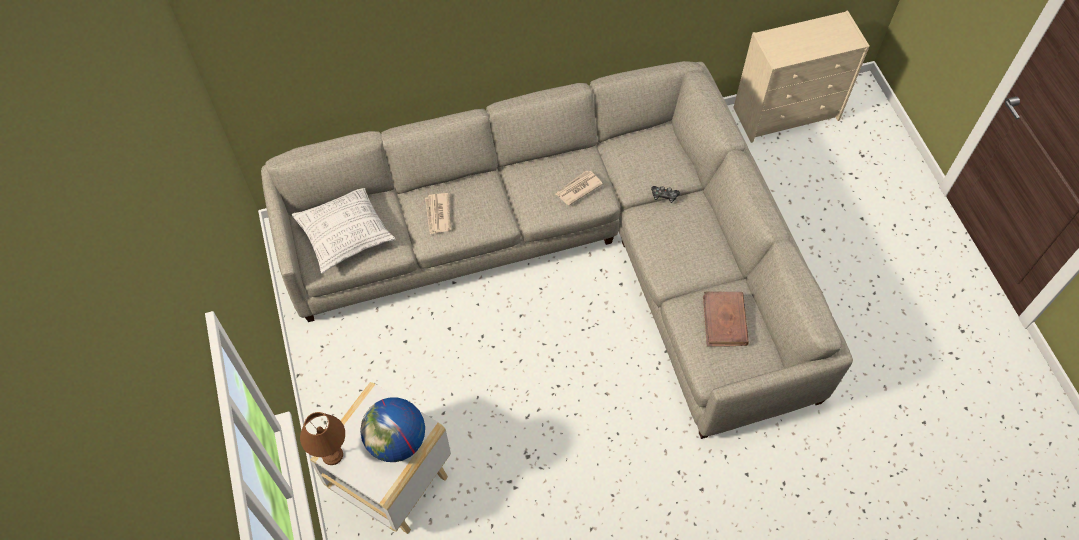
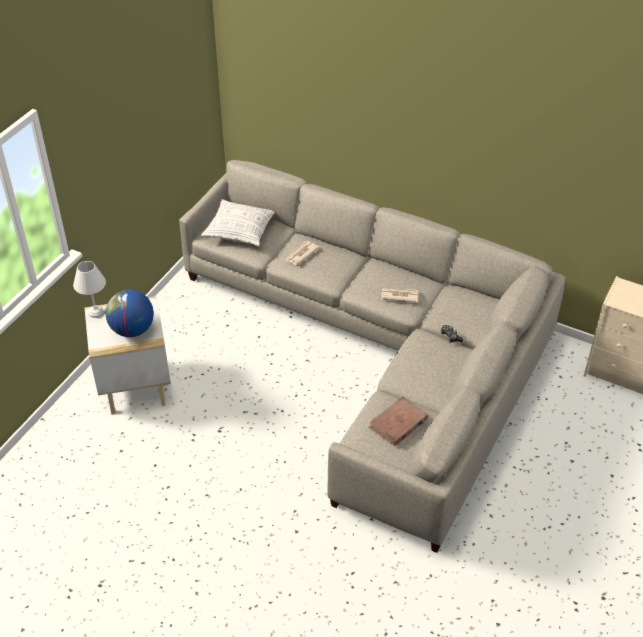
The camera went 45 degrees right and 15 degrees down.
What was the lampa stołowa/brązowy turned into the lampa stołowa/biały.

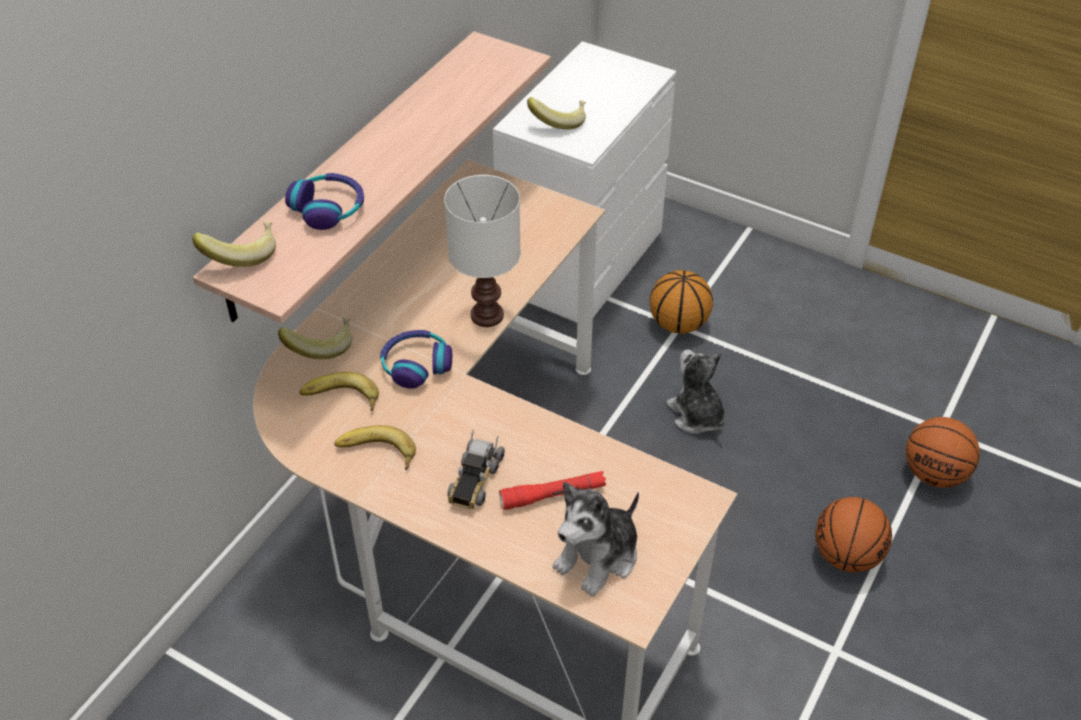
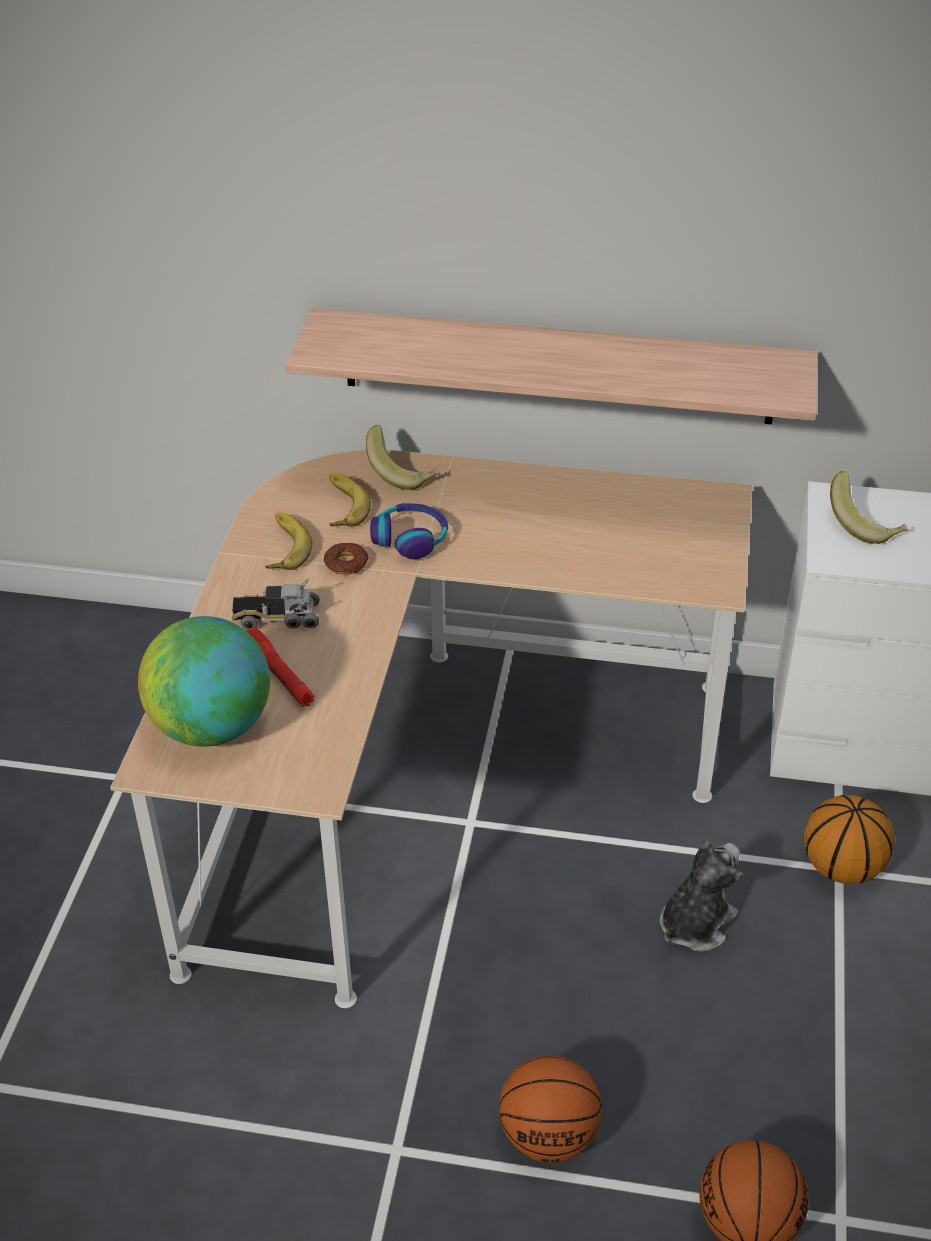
The camera went 70 degrees right and 5 degrees down.
The second view lost the słuchawki (no. 1 from left).
The second view lost the lampa stołowa/biały.
The second view lost the banan (no. 1 from left).
Where the pluszak (no. 1 from left) stood, the globus came to stand.
The second view gained the donut.

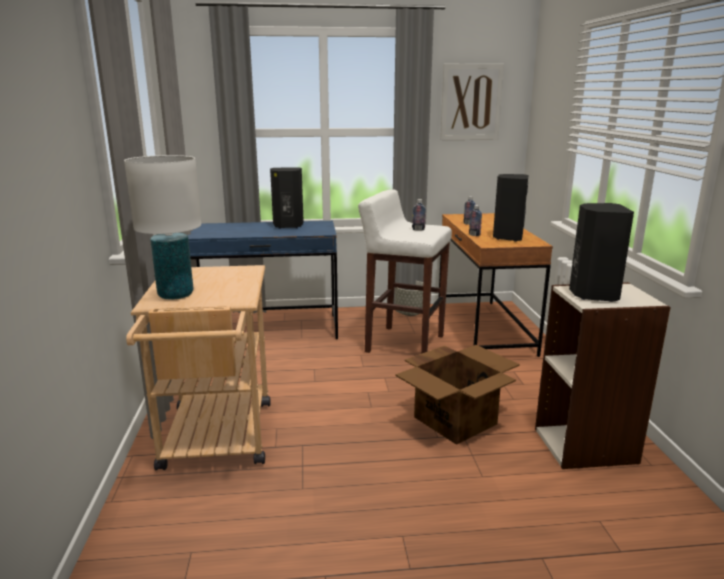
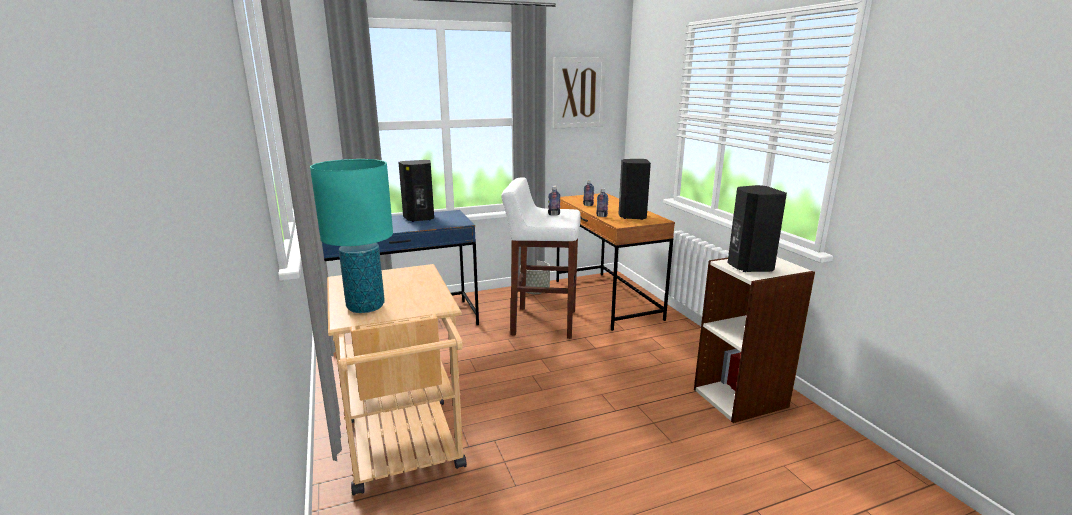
The camera went 15 degrees left and 0 degrees up.
What was the lampa stołowa/biały turned into the lampa stołowa/turkusowy.
The second view lost the karton.

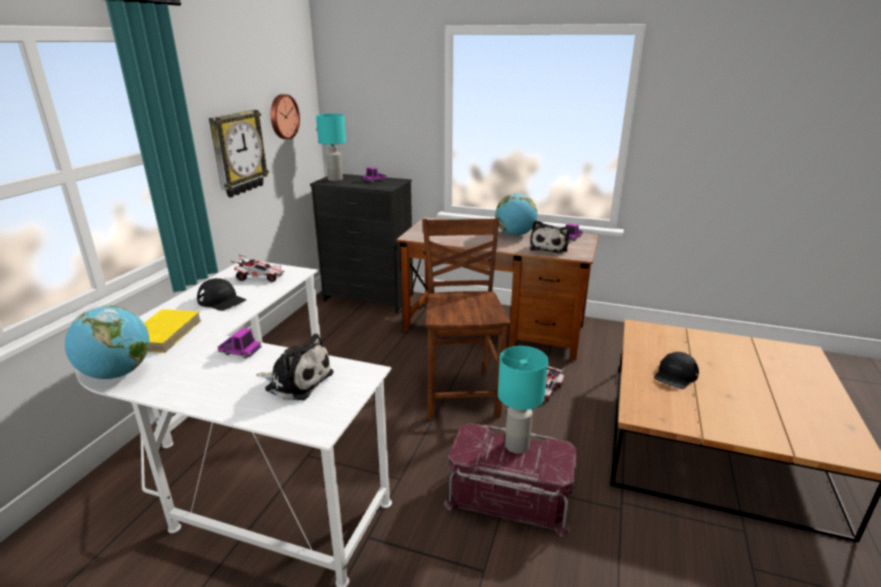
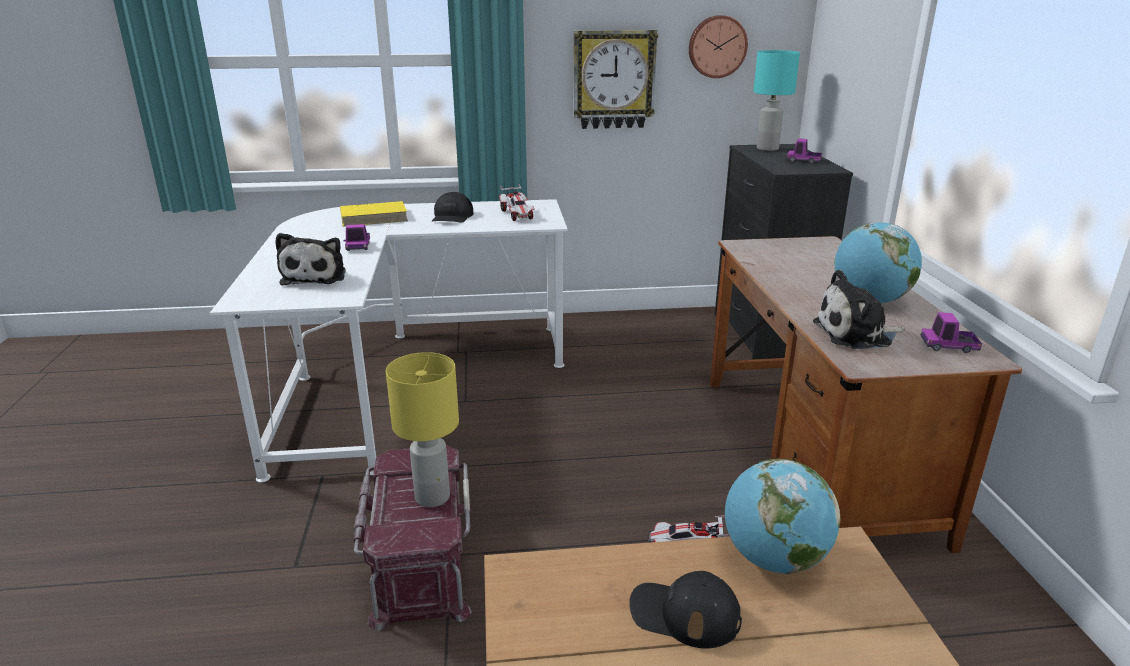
The camera went 65 degrees right and 0 degrees up.
The second view lost the krzesło/brązowy.
The globus (no. 1 from left) ended up elsewhere.
What was the lampa stołowa/turkusowy (no. 2 from left) turned into the lampa stołowa/żółty.

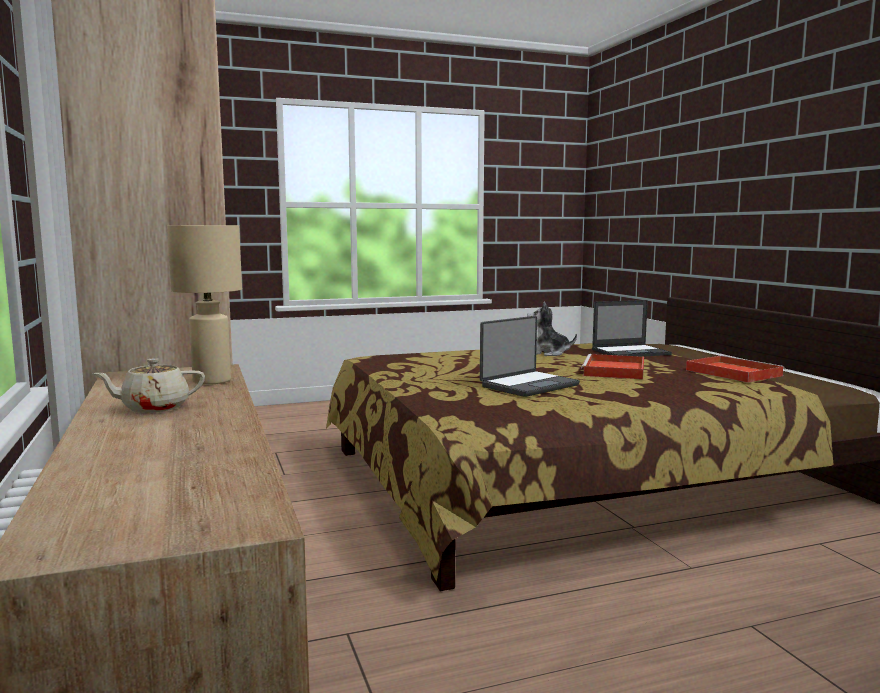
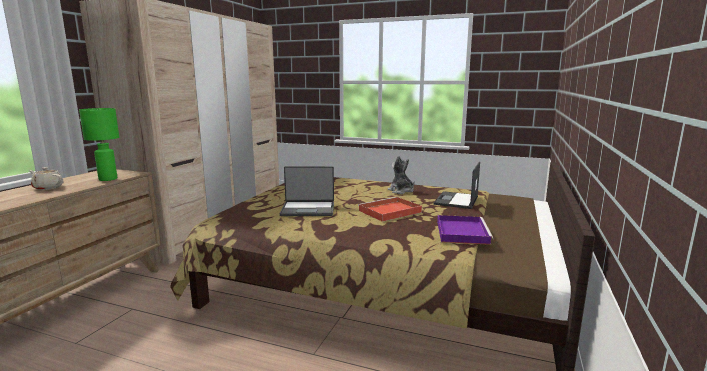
The camera went 40 degrees right and 5 degrees up.
What was the lampa stołowa/beżowy turned into the lampa stołowa/zielony.
The laptop (no. 2 from left) ended up facing another way, 90 degrees clockwise from before.
What was the taca/czerwony (no. 2 from left) turned into the taca/fioletowy.

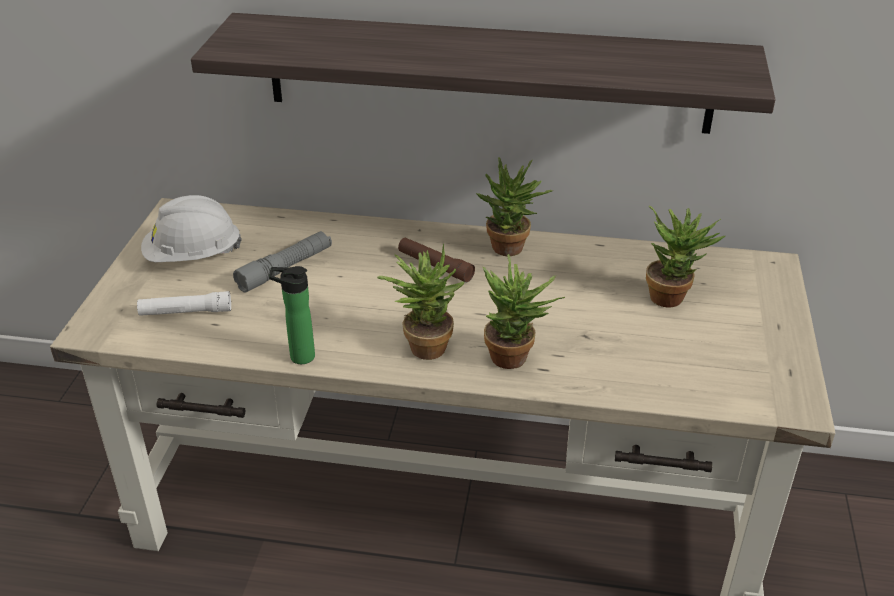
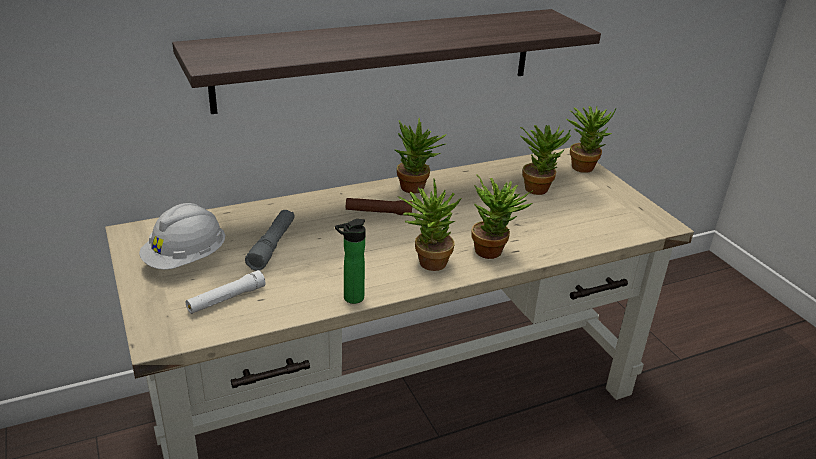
The camera went 35 degrees left and 5 degrees down.
The second view gained the roślina doniczkowa (no. 5 from left).

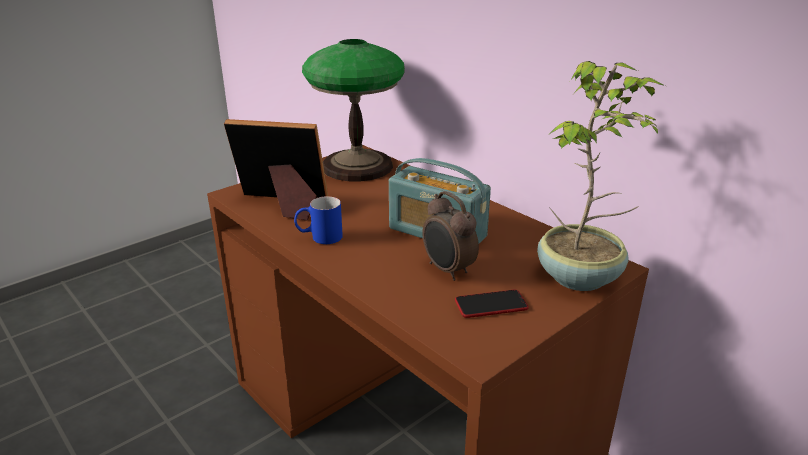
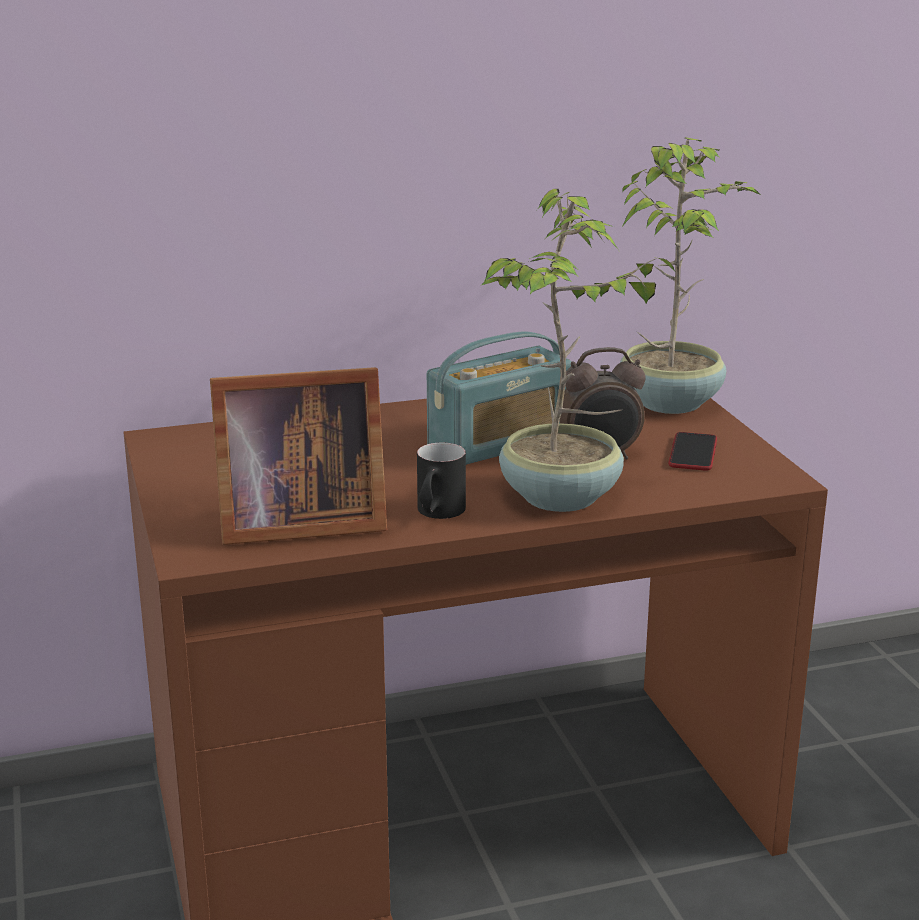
The camera went 65 degrees left and 5 degrees down.
The second view lost the lampa stołowa.
The ramka na zdjęcie ended up facing another way, 135 degrees counterclockwise from before.
What was the kubek/niebieski turned into the kubek/czarny.
The second view gained the roślina doniczkowa (no. 1 from left).

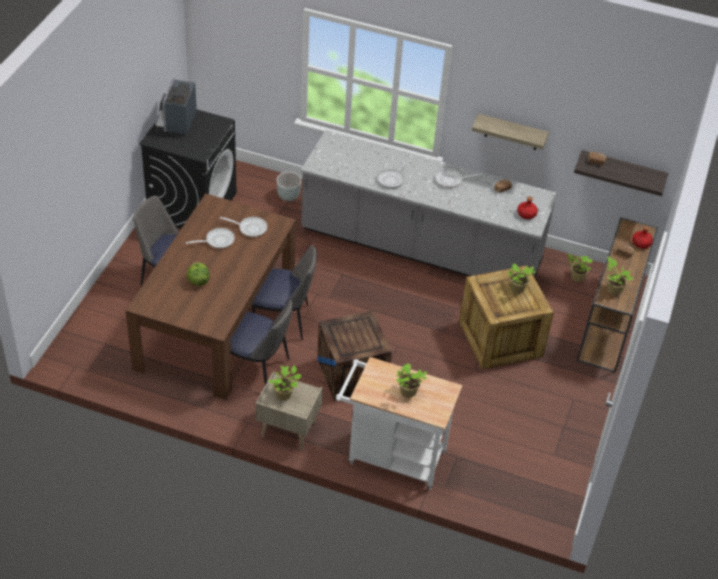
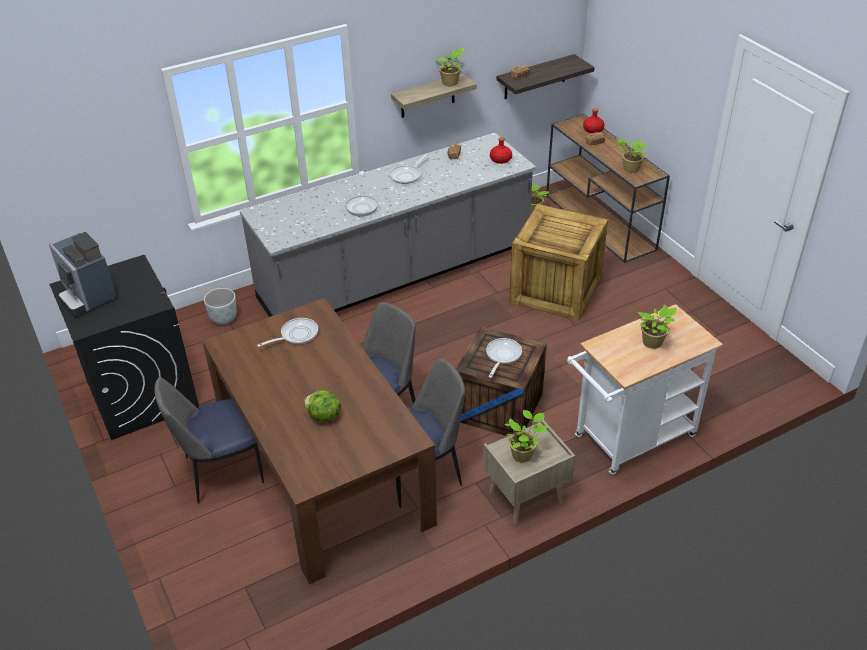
The camera went 45 degrees left and 5 degrees down.
The patelnia (no. 1 from left in the first image) ended up elsewhere.
The roślina doniczkowa (no. 3 from left in the first image) ended up elsewhere.

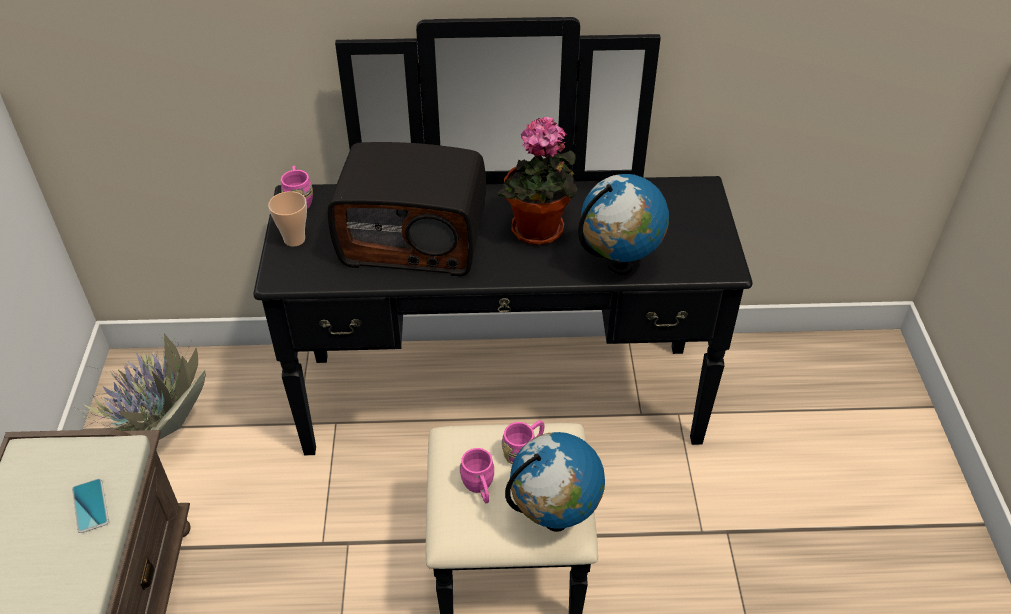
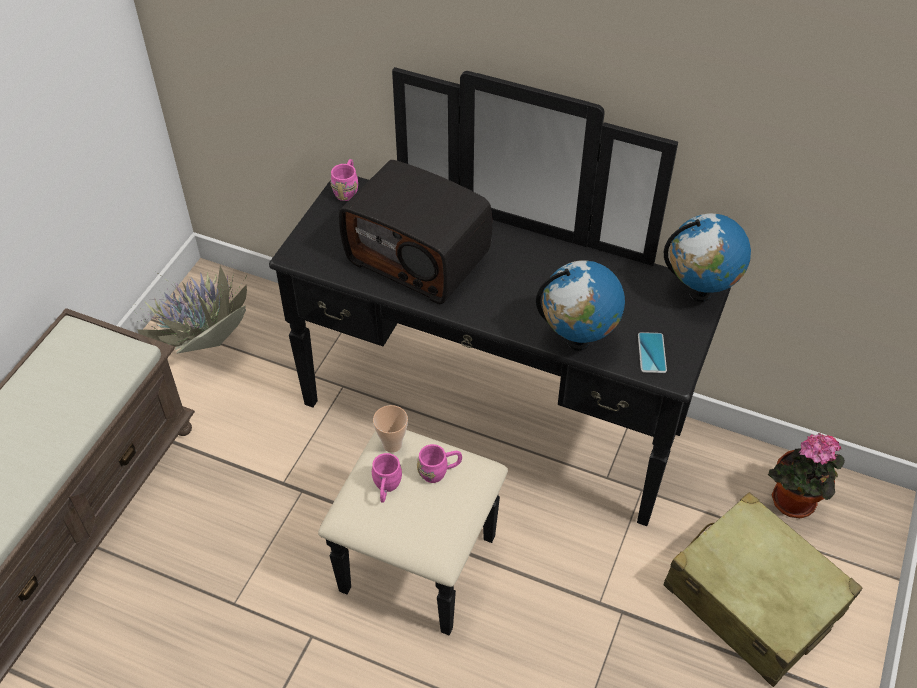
The camera went 25 degrees right and 5 degrees up.
The roślina doniczkowa (no. 2 from left) ended up elsewhere.
The filiżanka ended up elsewhere.
The globus (no. 1 from left in the first image) ended up elsewhere.
The telefon ended up elsewhere.
The second view gained the walizka/beżowy.

